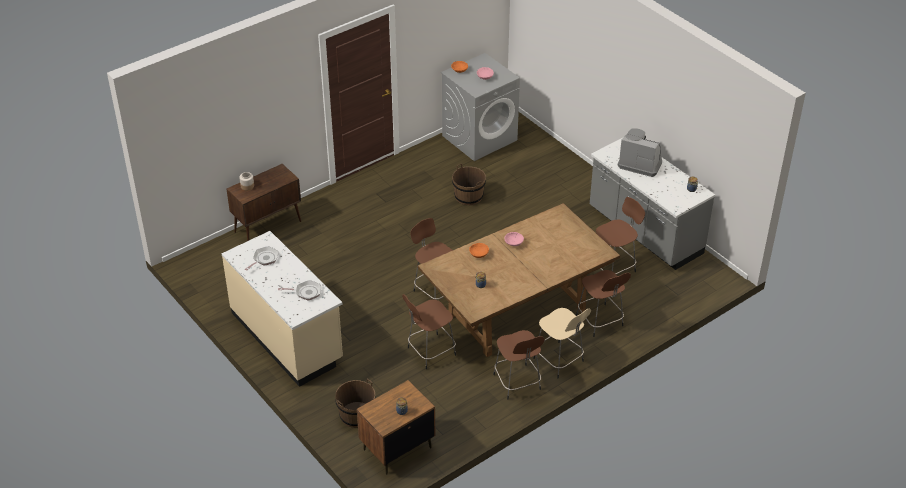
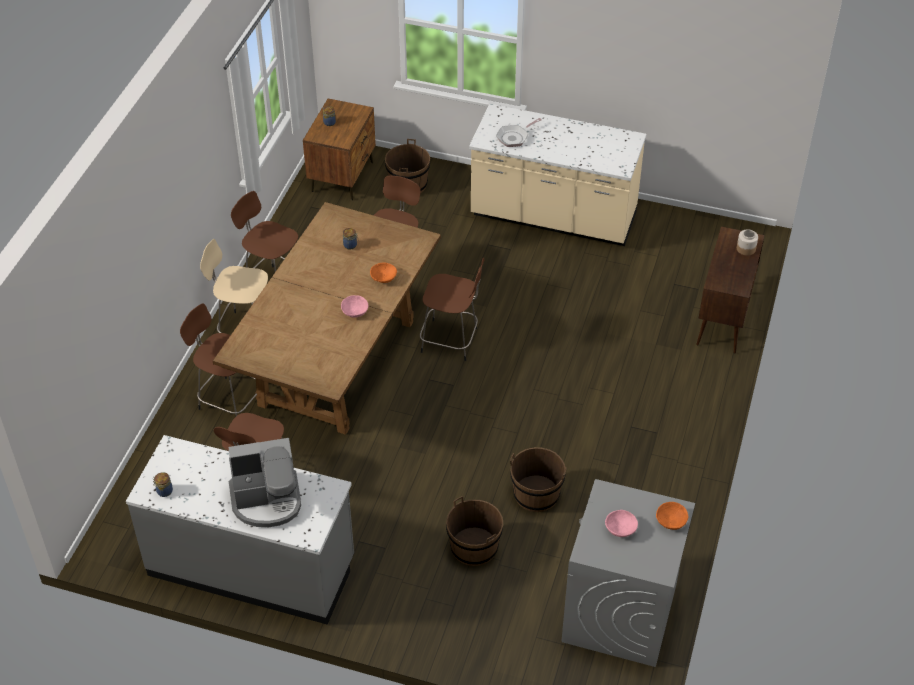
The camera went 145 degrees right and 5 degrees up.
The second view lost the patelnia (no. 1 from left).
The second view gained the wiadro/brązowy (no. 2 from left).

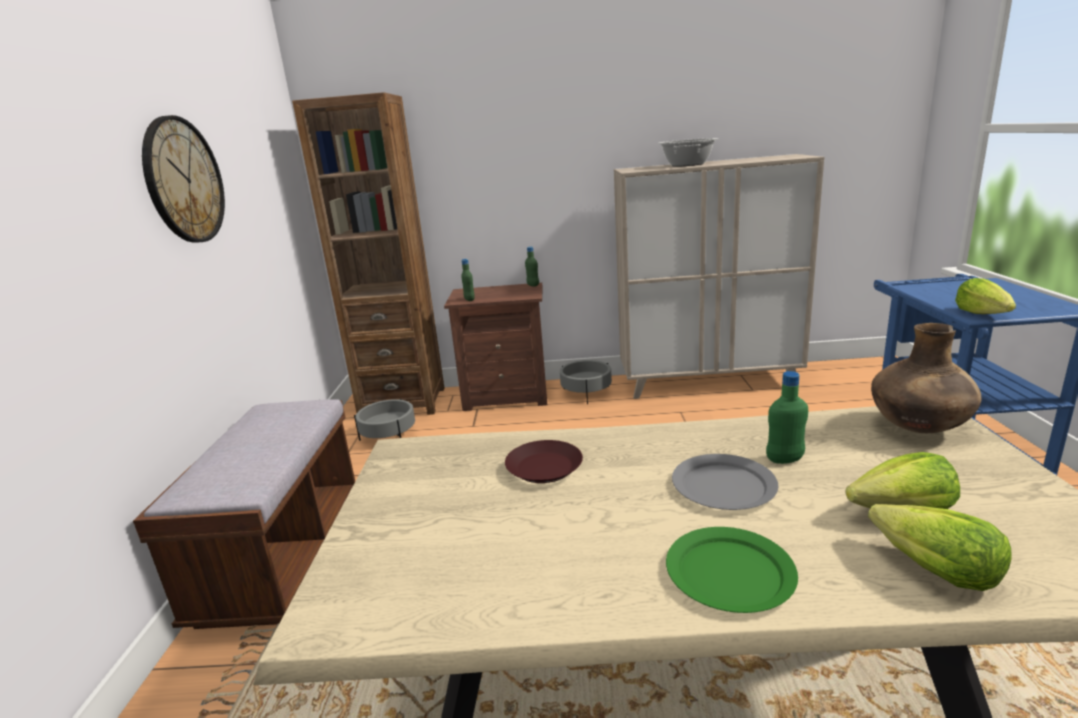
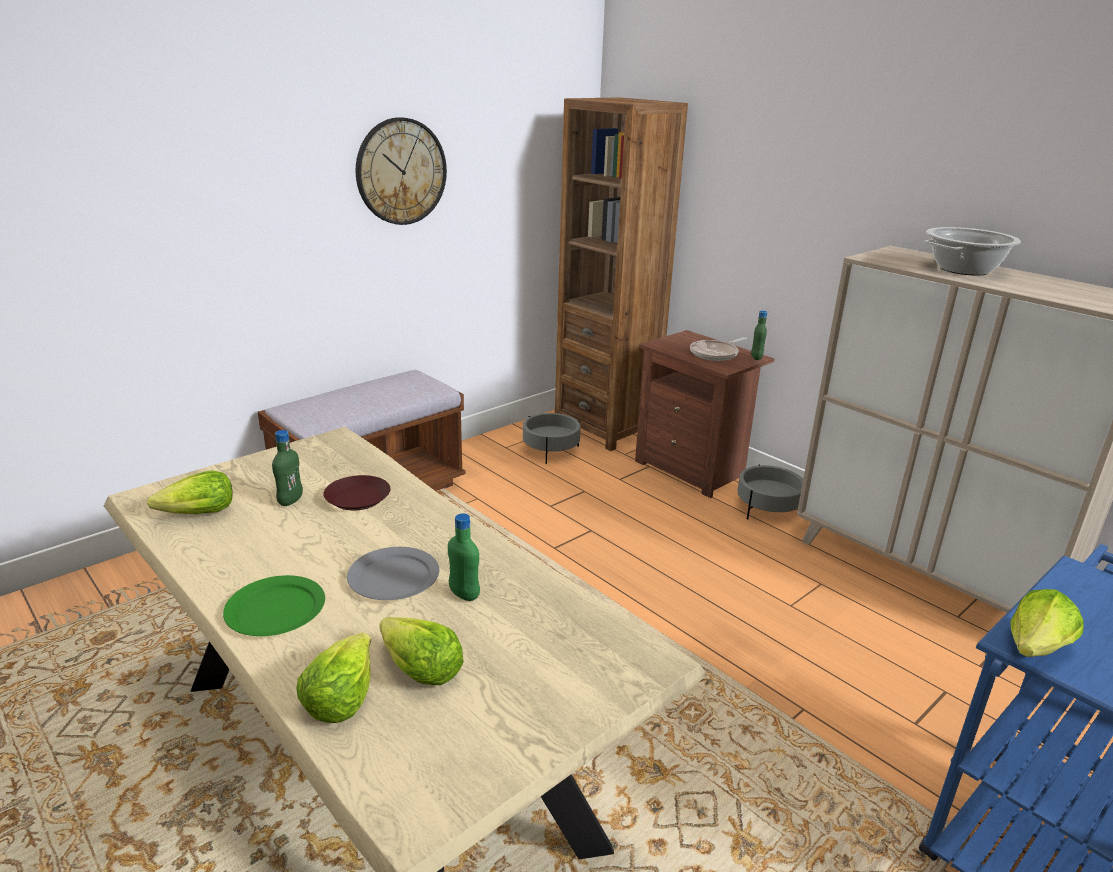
The camera went 45 degrees right and 5 degrees up.
The butelka/zielony (no. 1 from left) ended up elsewhere.
The second view lost the wazon/brązowy.
The second view gained the patelnia.
The second view gained the sałata (no. 1 from left).

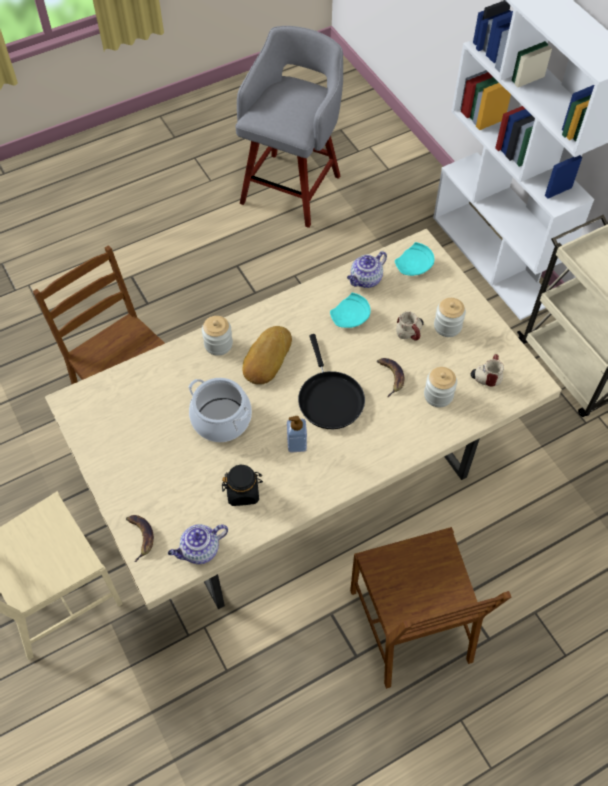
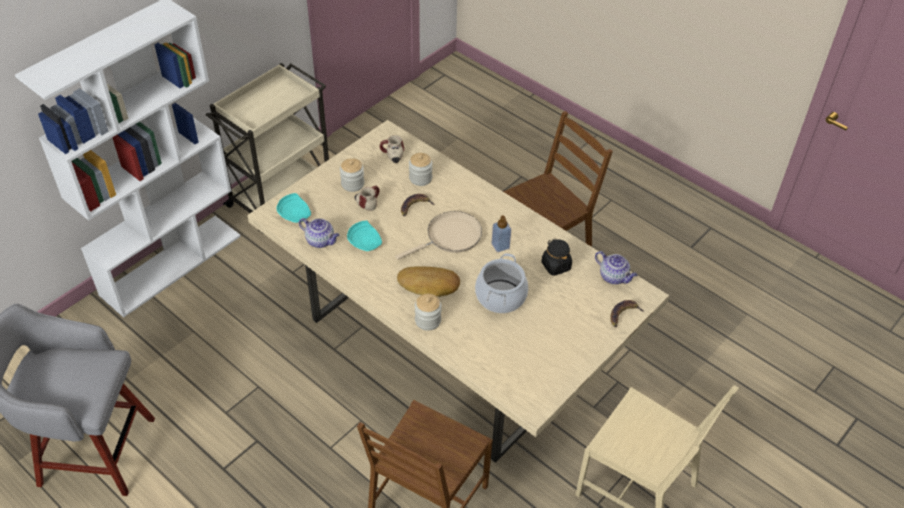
The camera went 110 degrees left and 10 degrees down.
What was the patelnia/czarny turned into the patelnia/beżowy.

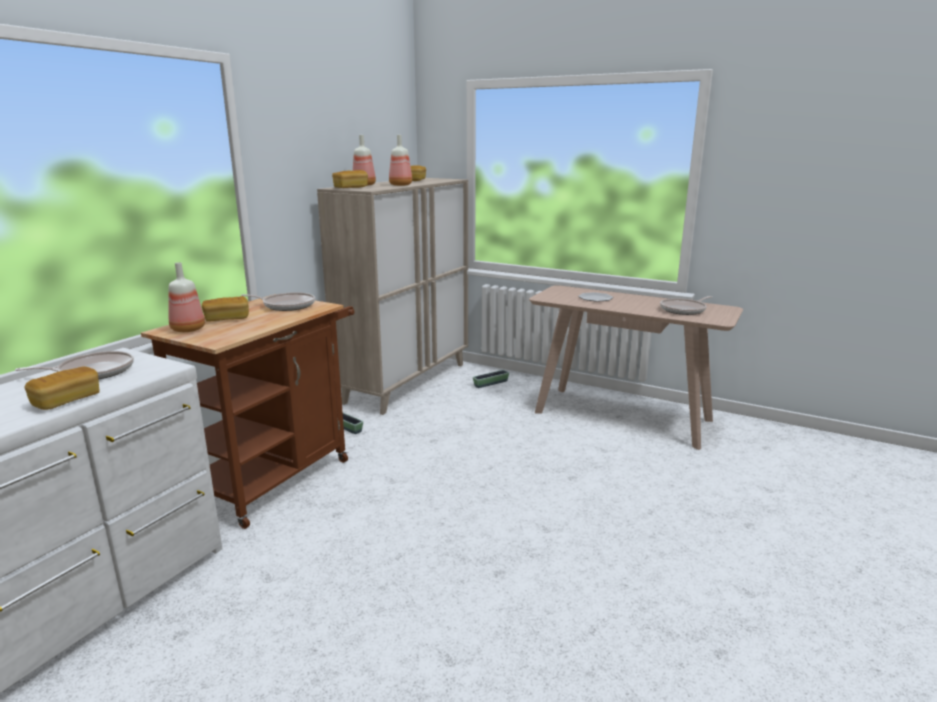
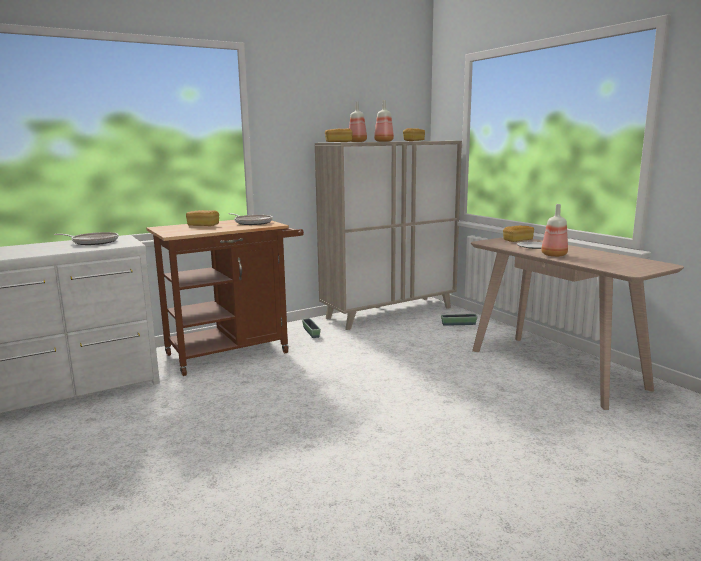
The camera went 30 degrees right and 5 degrees down.
The butelka (no. 1 from left in the first image) ended up elsewhere.
The second view lost the patelnia (no. 3 from left).
The chleb (no. 1 from left in the first image) ended up elsewhere.

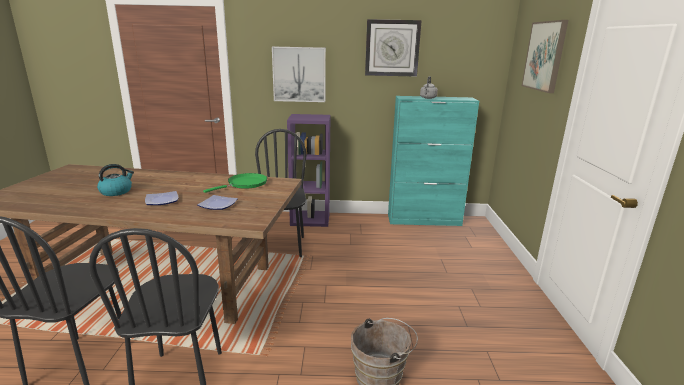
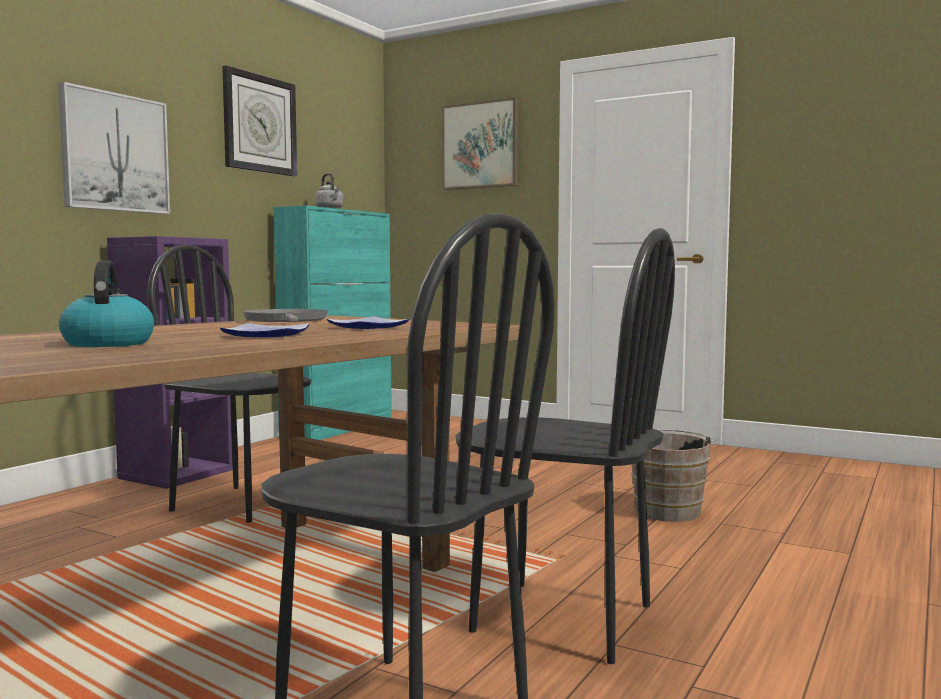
The camera went 60 degrees left and 15 degrees down.
What was the patelnia/zielony turned into the patelnia/szary.

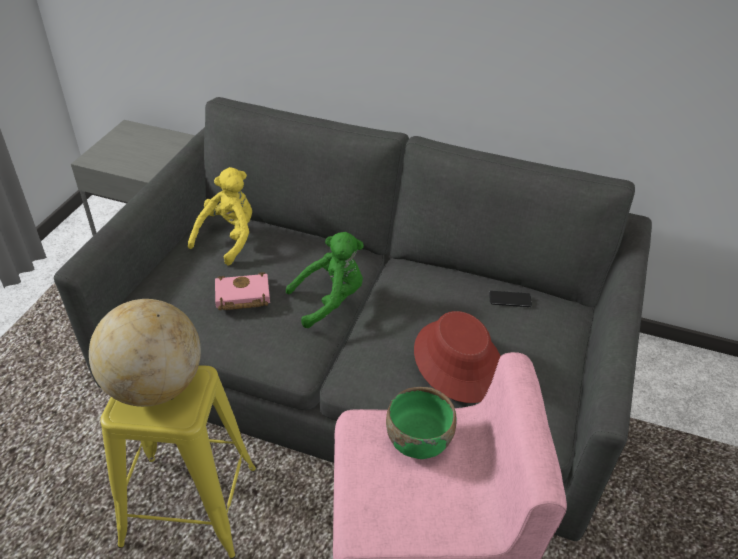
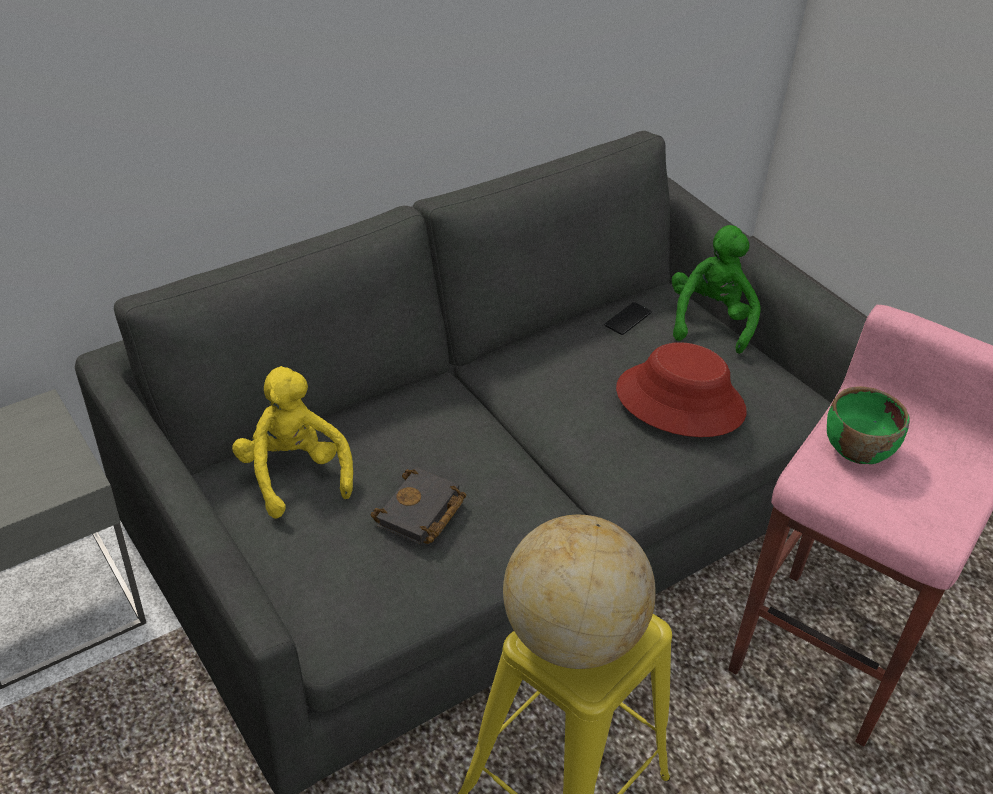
The camera went 55 degrees left and 0 degrees up.
The pluszak/zielony ended up elsewhere.
What was the książka/różowy turned into the książka/czarny.

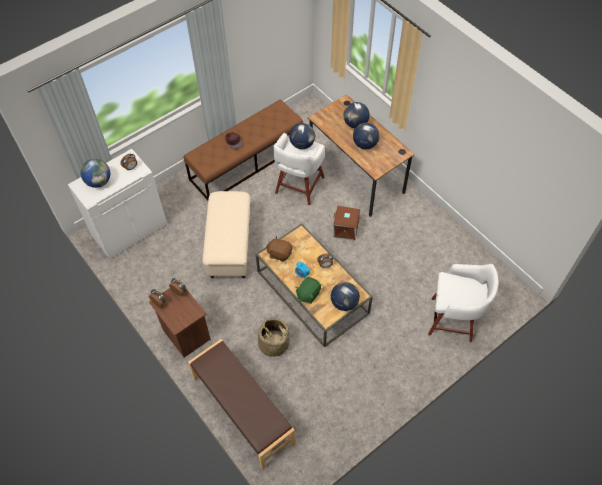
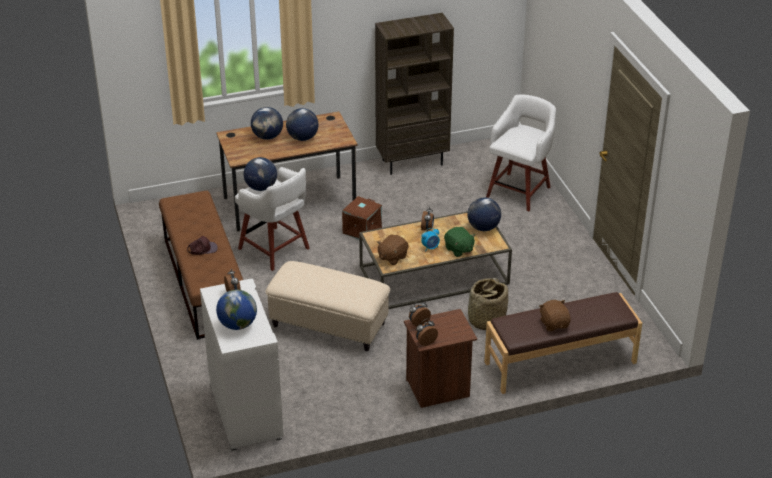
The camera went 70 degrees left and 20 degrees down.
The second view gained the regał/brązowy.
The second view gained the pluszak/brązowy (no. 2 from left).

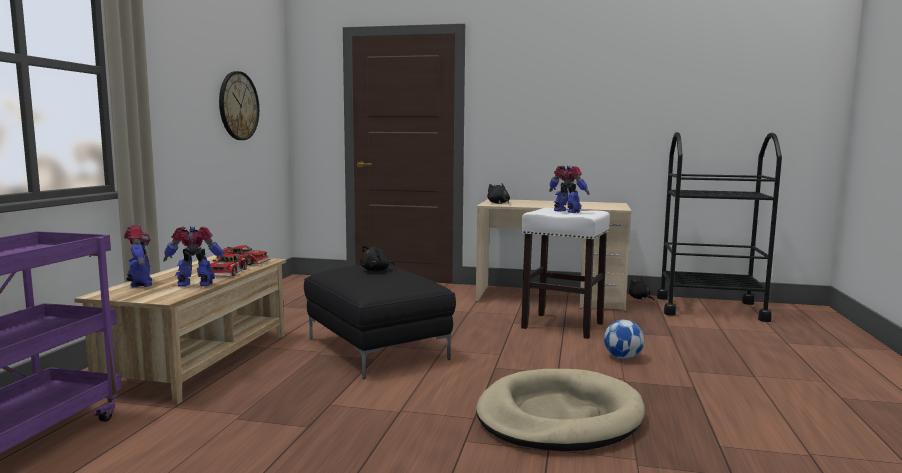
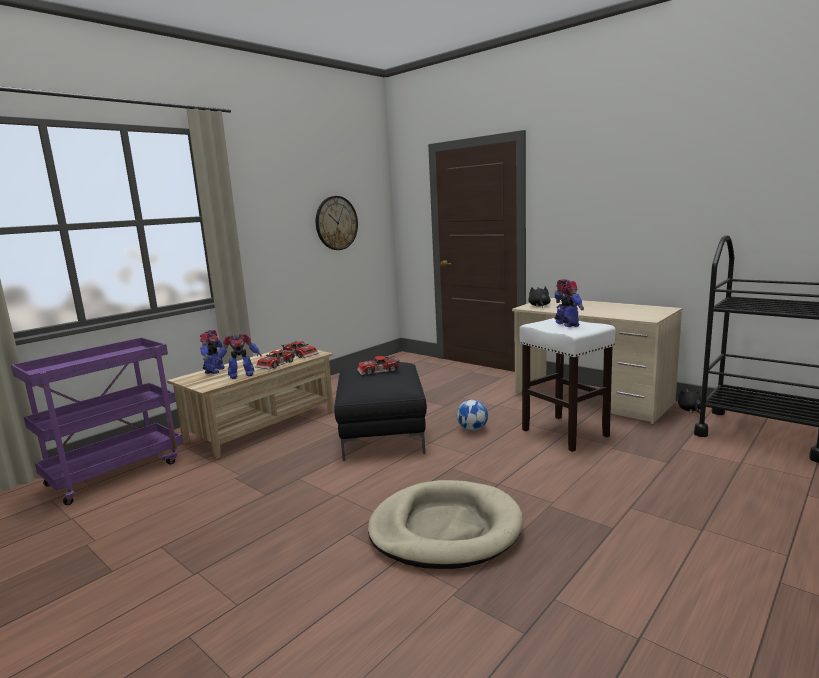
The camera went 30 degrees right and 5 degrees up.
The robot zabawkowy (no. 2 from left) ended up facing another way, 135 degrees clockwise from before.
Where the pluszak/czarny (no. 1 from left) stood, the samochodzik (no. 3 from left) came to stand.
The piłka futbolowa ended up elsewhere.

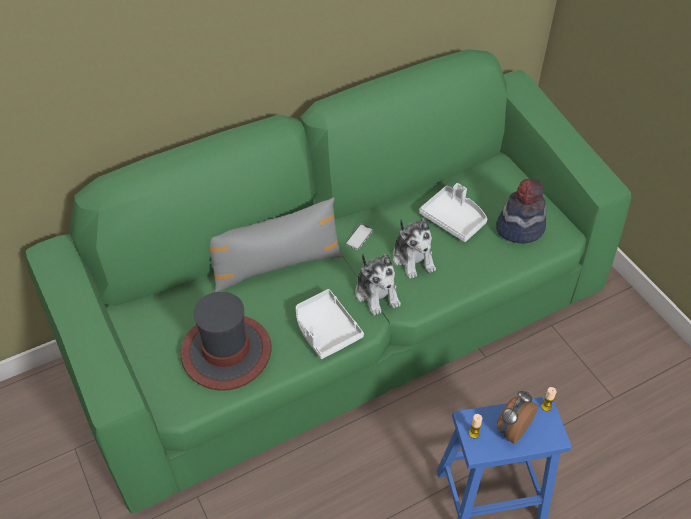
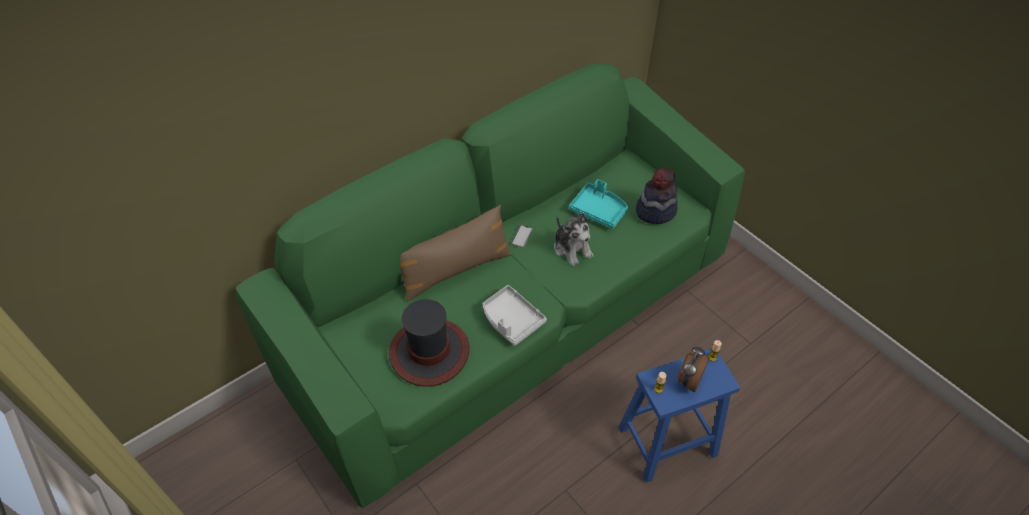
The camera went 10 degrees left and 0 degrees up.
What was the taca/szary (no. 2 from left) turned into the taca/turkusowy.
What was the poduszka/szary turned into the poduszka/brązowy.
The second view lost the pluszak (no. 1 from left).

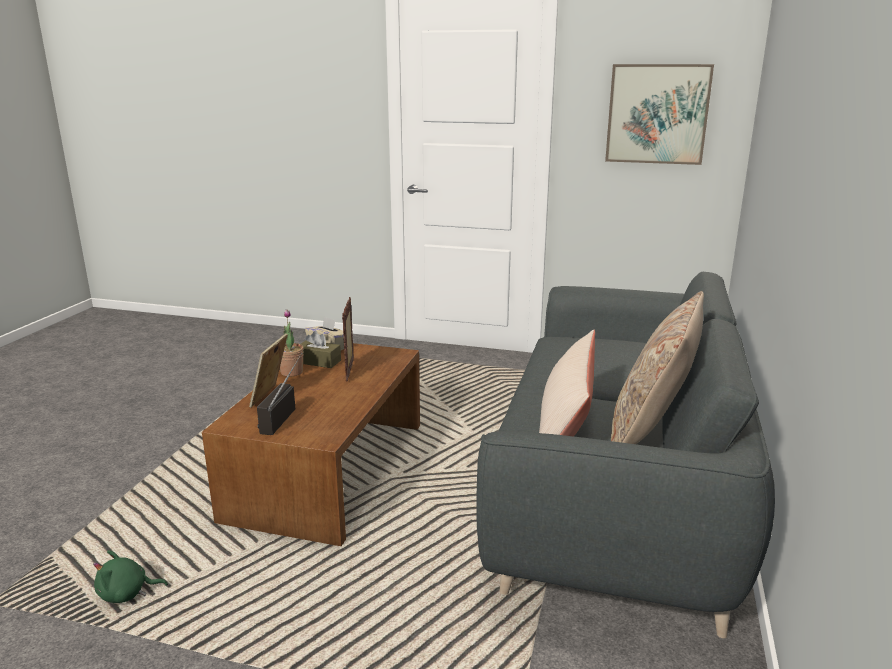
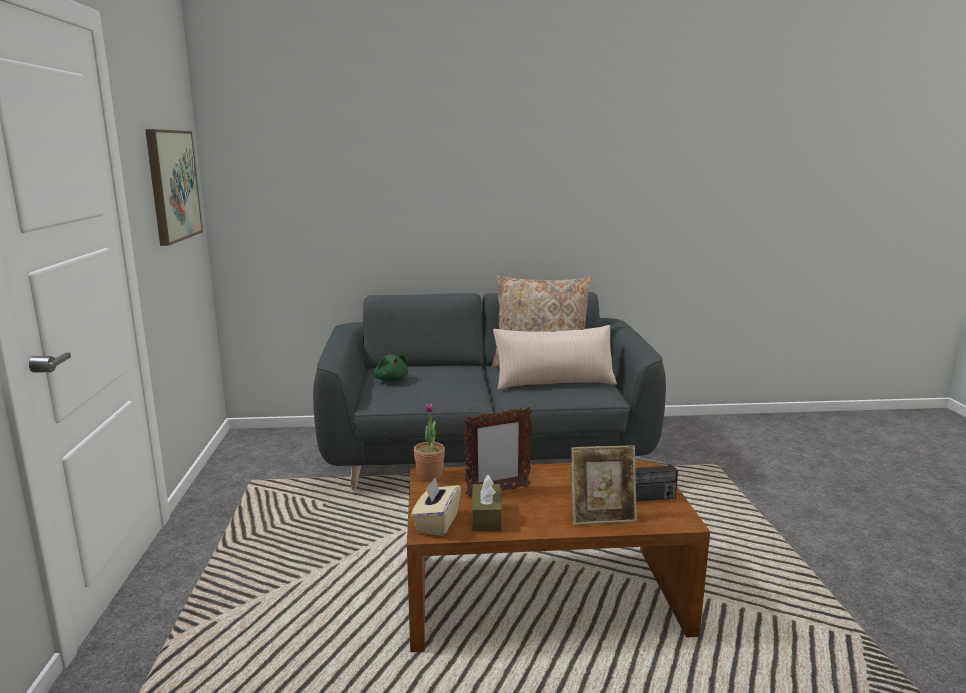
The camera went 110 degrees left and 5 degrees down.
The roślina doniczkowa ended up elsewhere.
The pluszak/zielony ended up elsewhere.

